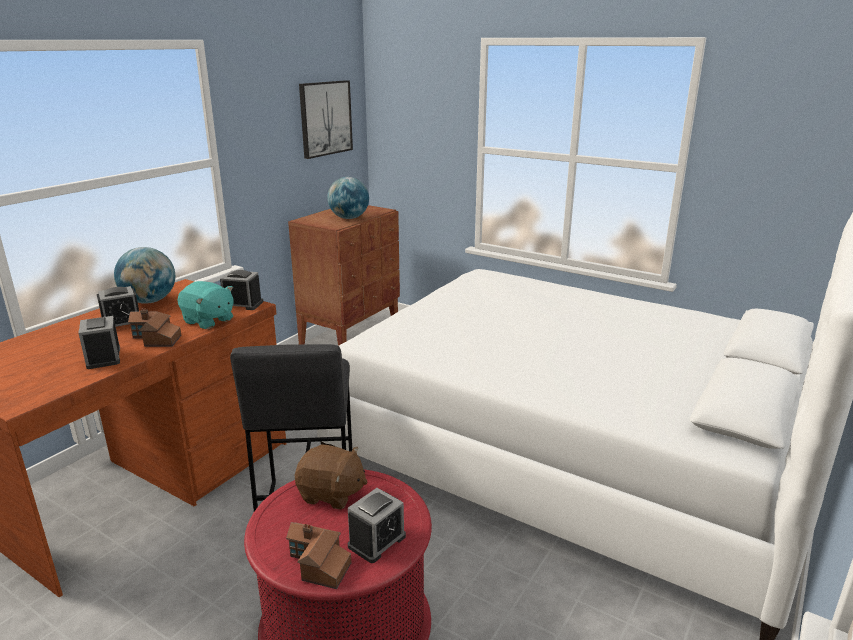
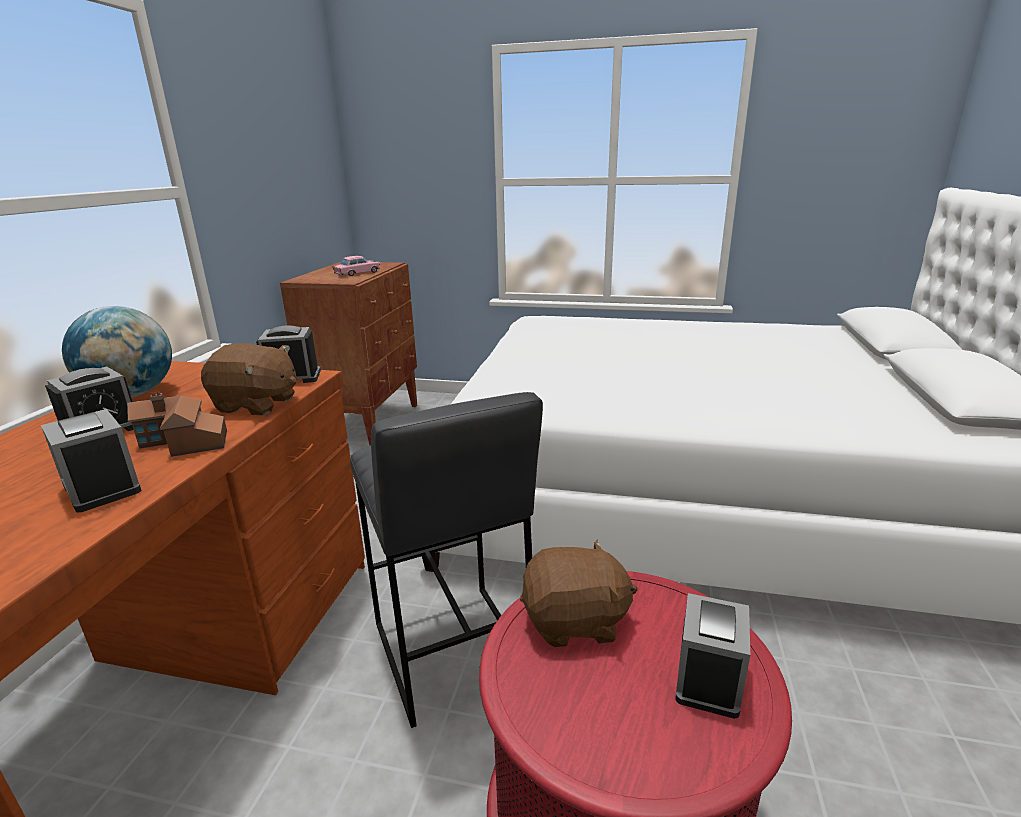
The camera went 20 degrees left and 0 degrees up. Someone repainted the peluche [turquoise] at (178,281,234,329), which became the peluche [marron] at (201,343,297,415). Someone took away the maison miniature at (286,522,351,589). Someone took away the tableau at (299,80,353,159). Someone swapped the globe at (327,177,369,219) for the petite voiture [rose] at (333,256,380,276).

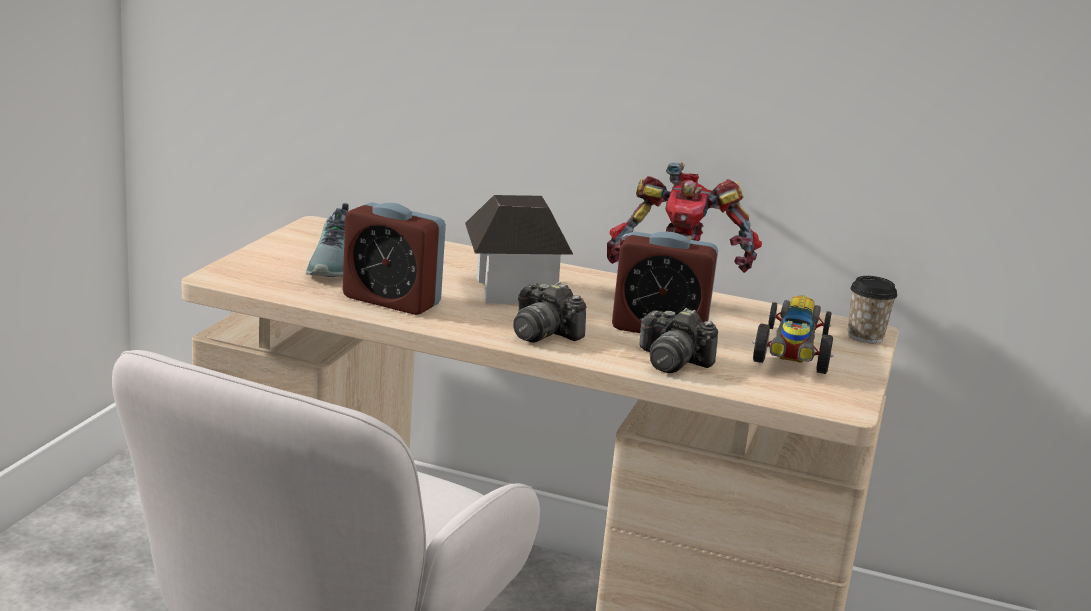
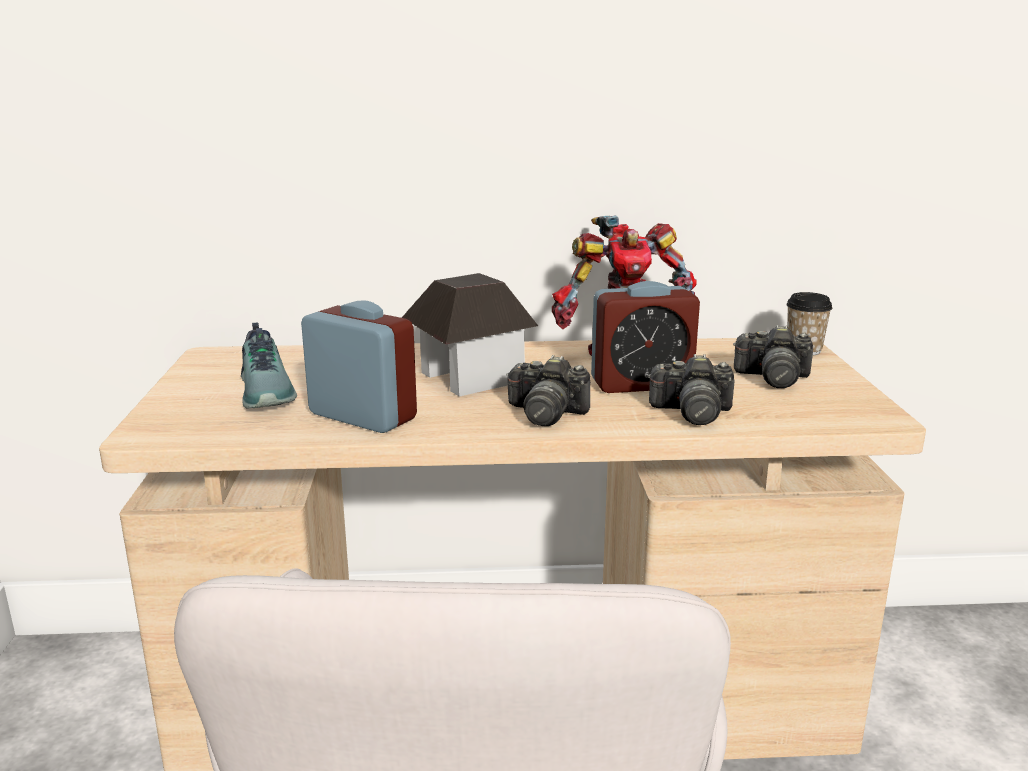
The camera went 20 degrees left and 0 degrees up. Someone rotated the réveil at (343,202,446,315) by 150 degrees counterclockwise. Someone swapped the petite voiture at (753,295,834,374) for the appareil photo at (733,325,813,388).

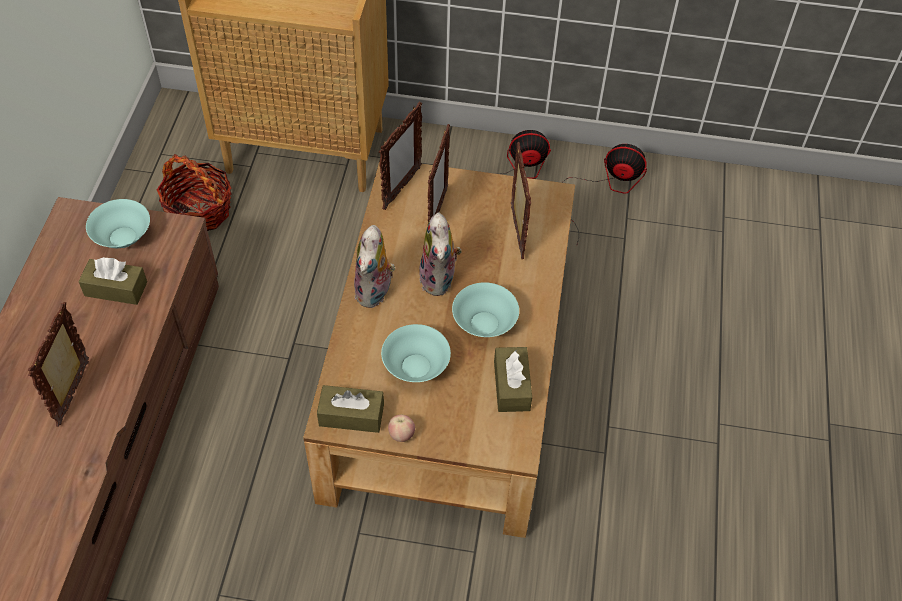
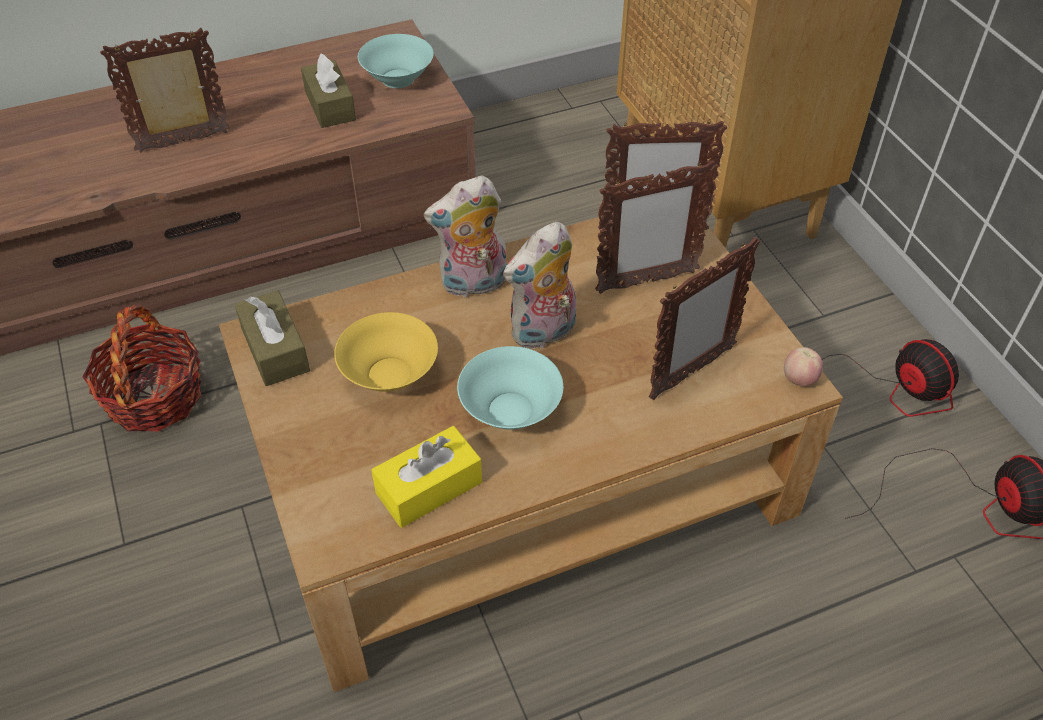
The camera went 60 degrees right and 5 degrees down. Someone carried the panier from (157,154,232,231) to (82,305,202,432). Someone repainted the bol [turquoise] at (381,324,451,382), which became the bol [jaune] at (334,312,438,392). Someone carried the pomme from (388,415,415,442) to (784,347,823,386). Someone repainted the boîte à mouchoirs [marron] at (494,347,532,412), which became the boîte à mouchoirs [jaune] at (371,426,482,528).

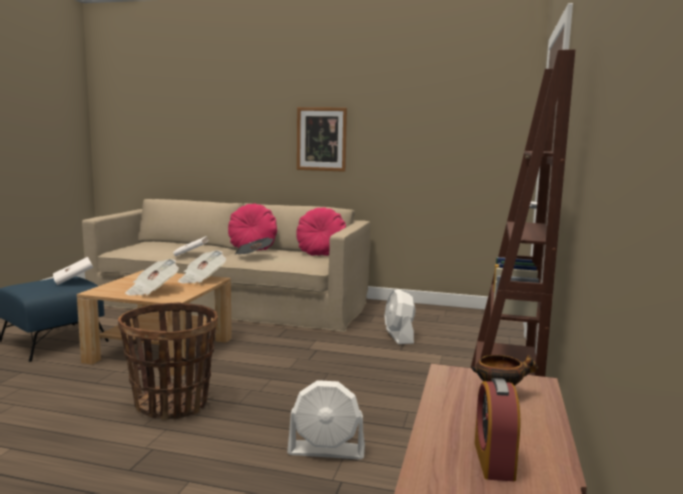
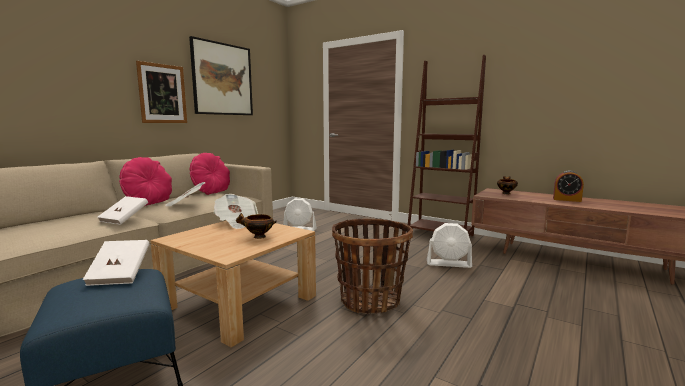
The camera went 70 degrees left and 0 degrees up. Someone swapped the journal at (125,259,179,295) for the bol at (236,213,277,239). Someone rotated the ventilateur [blanc] at (287,380,365,459) by 75 degrees clockwise. Someone put up the tableau at (189,36,253,115).

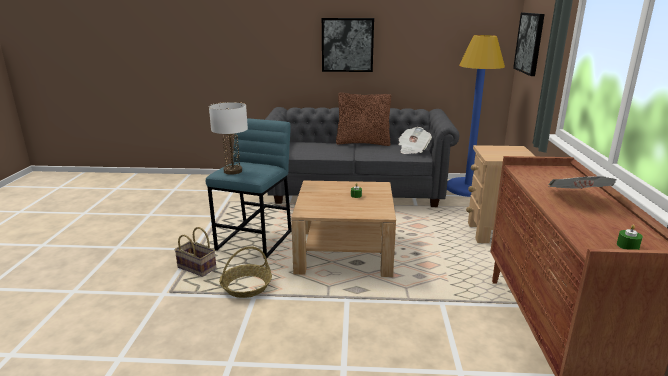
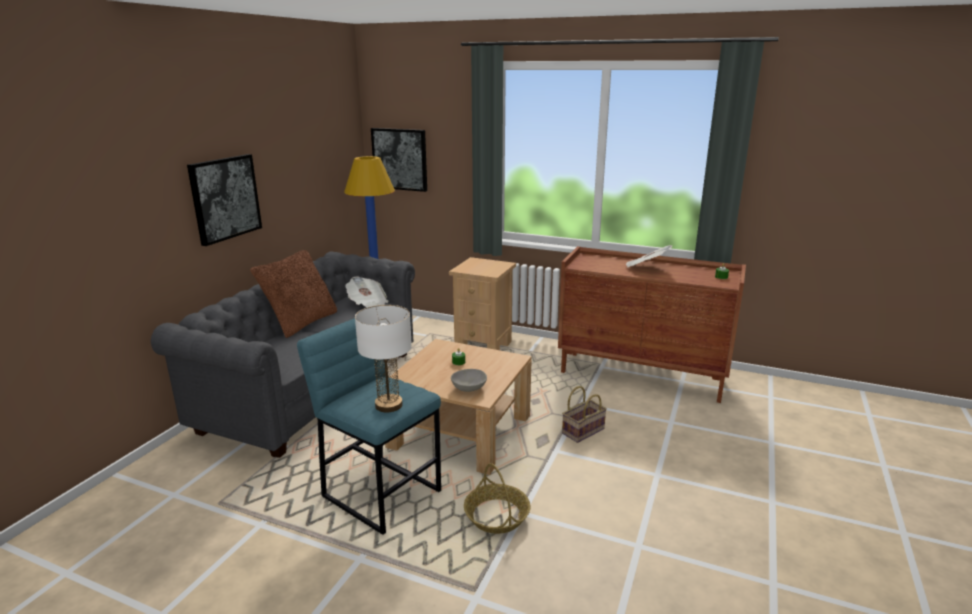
The camera went 70 degrees left and 0 degrees up. Someone carried the panier from (174,227,217,277) to (562,386,607,443). Someone put down the bol [gris] at (451,369,487,392).

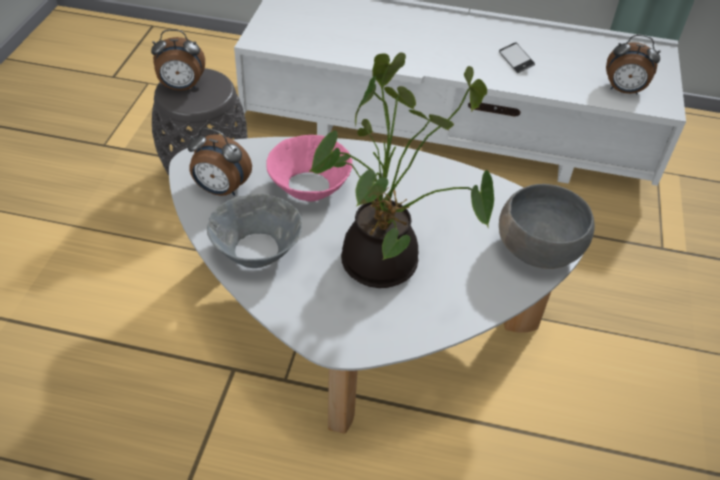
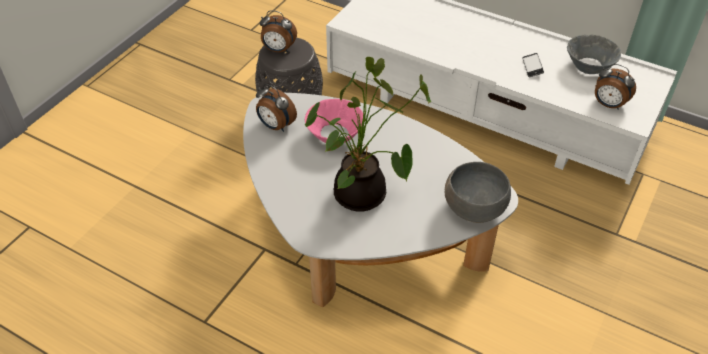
The camera went 20 degrees right and 0 degrees up. Someone carried the bol [gris] from (207,194,302,268) to (567,34,621,74).

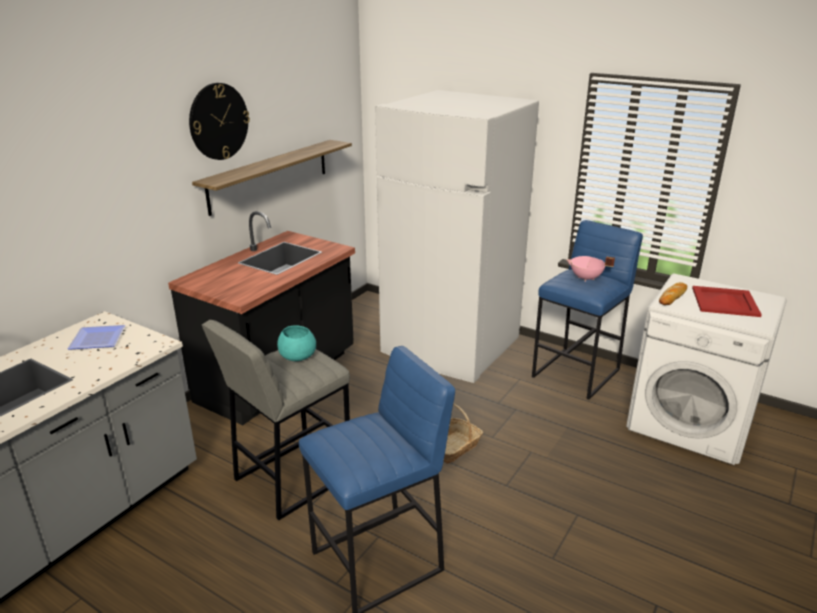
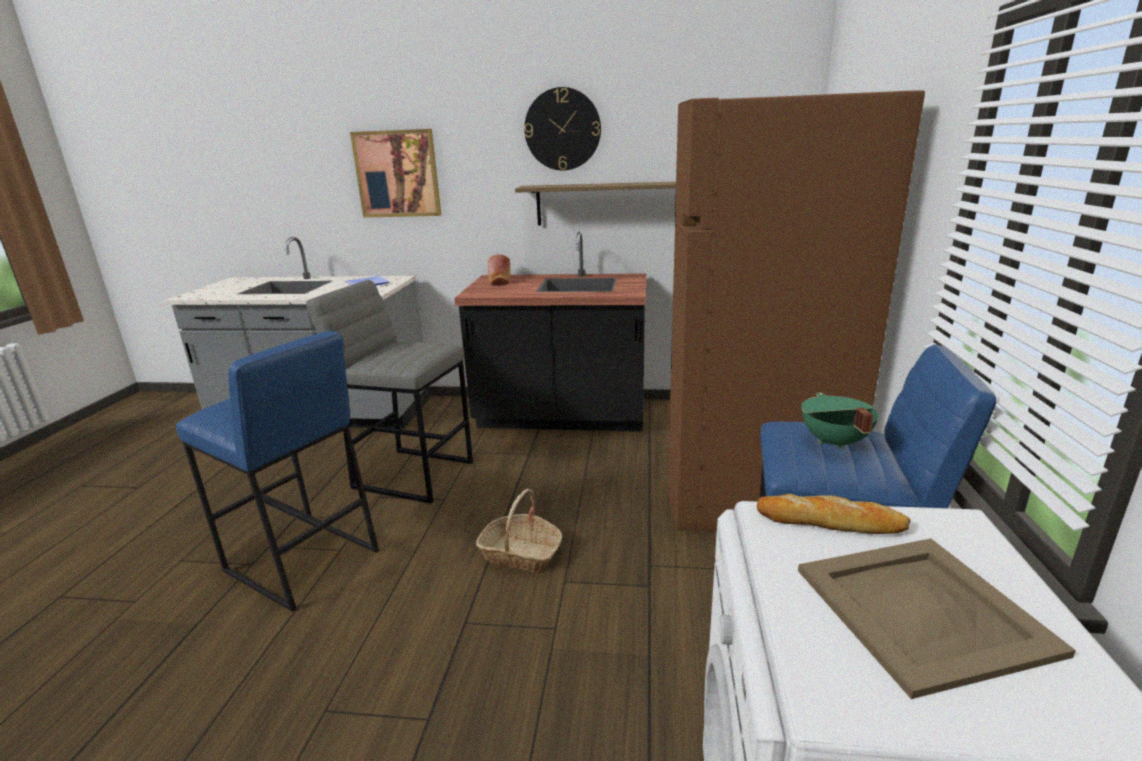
The camera went 65 degrees right and 5 degrees down. Someone took away the bol [turquoise] at (277,325,316,361). Someone repainted the réfrigérateur [blanc] at (375,90,539,383), which became the réfrigérateur [marron] at (668,90,925,531). Someone repainted the marmite [rose] at (567,256,615,282), which became the marmite [vert] at (801,392,878,450). Someone repainted the plateau [rouge] at (692,286,762,317), which became the plateau [beige] at (798,539,1076,699). Someone put up the tableau at (350,129,441,218). Someone put down the pain at (488,254,511,285).

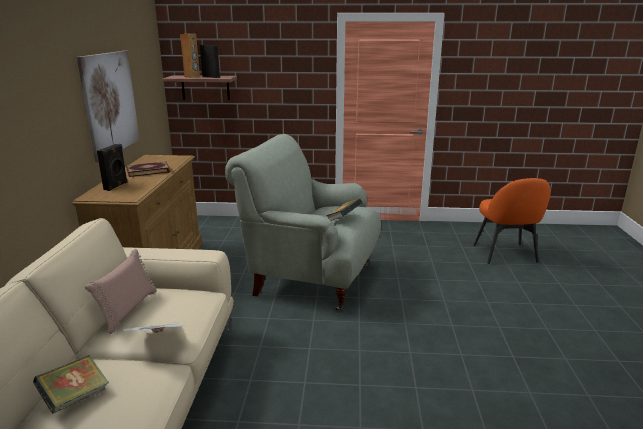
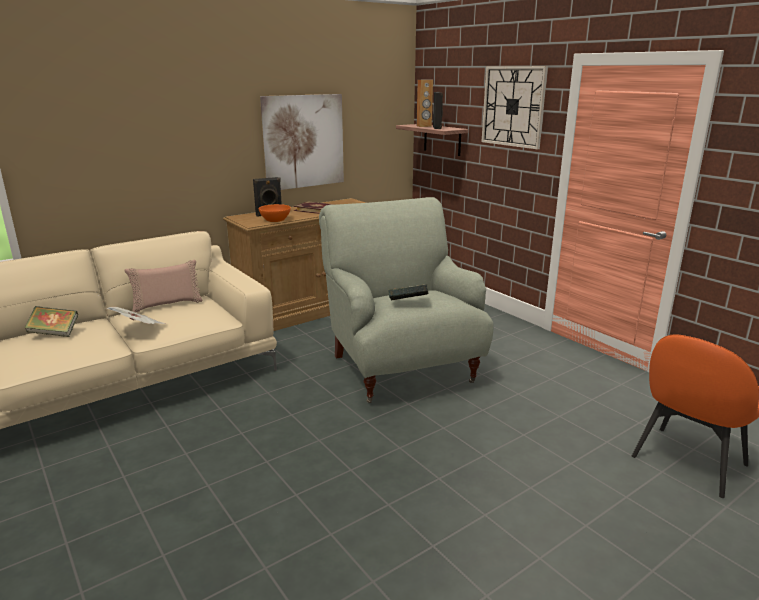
The camera went 50 degrees right and 0 degrees up. Someone put down the bol [orange] at (259,204,291,222). Someone put up the horloge murale at (481,66,548,149).

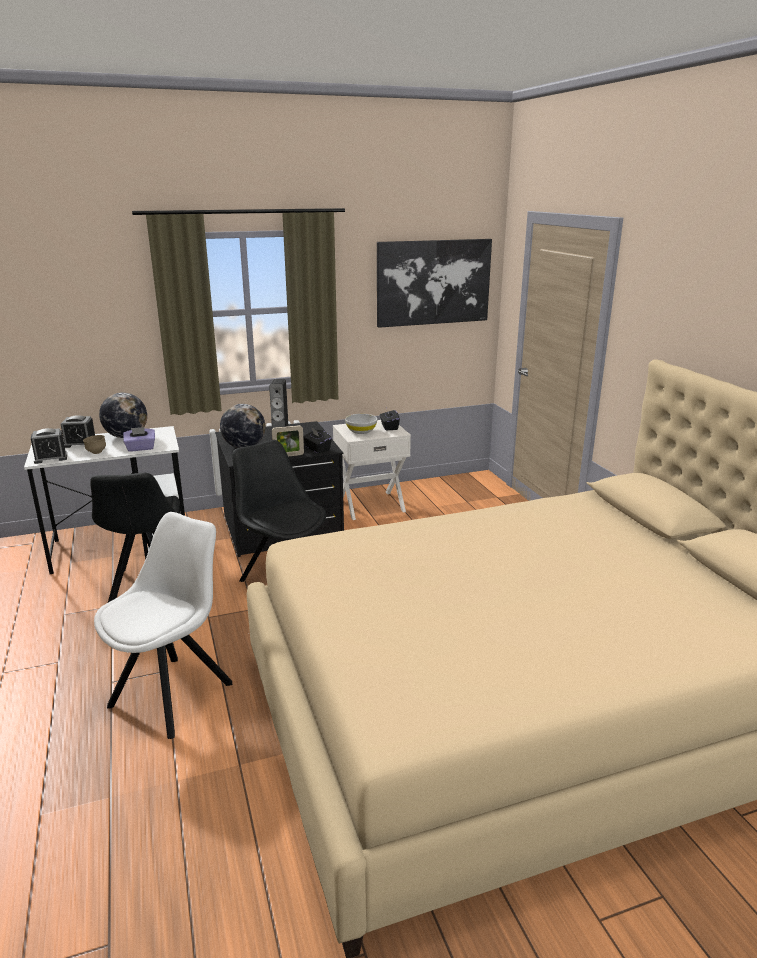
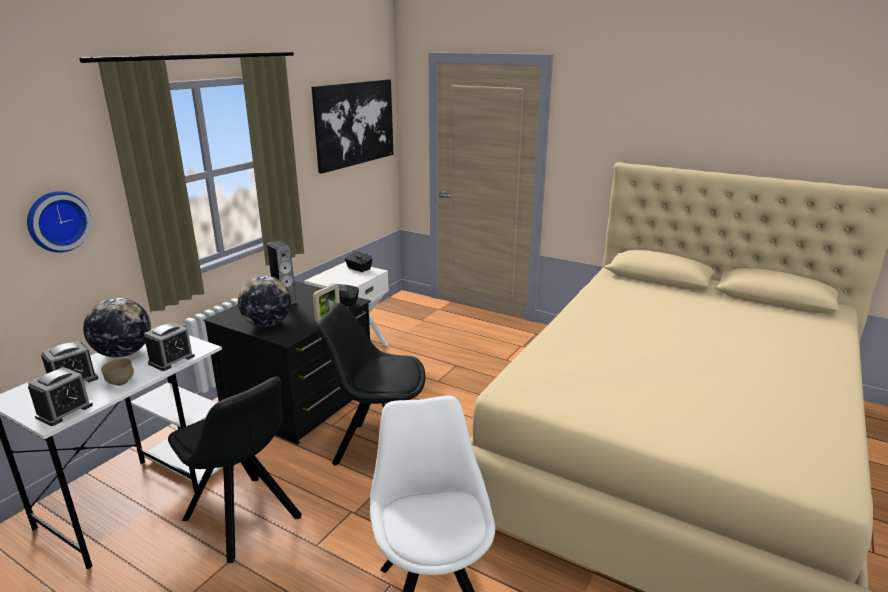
The camera went 40 degrees left and 0 degrees up. Someone swapped the boîte à mouchoirs [violet] at (123,427,155,452) for the réveil at (144,322,195,371). Someone took away the bol [blanc] at (345,414,377,434). Someone put up the horloge murale at (27,191,92,253).

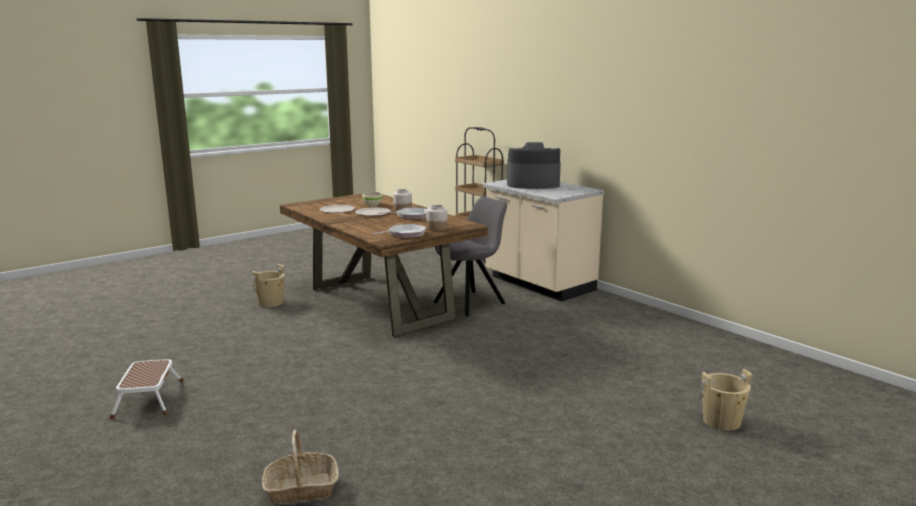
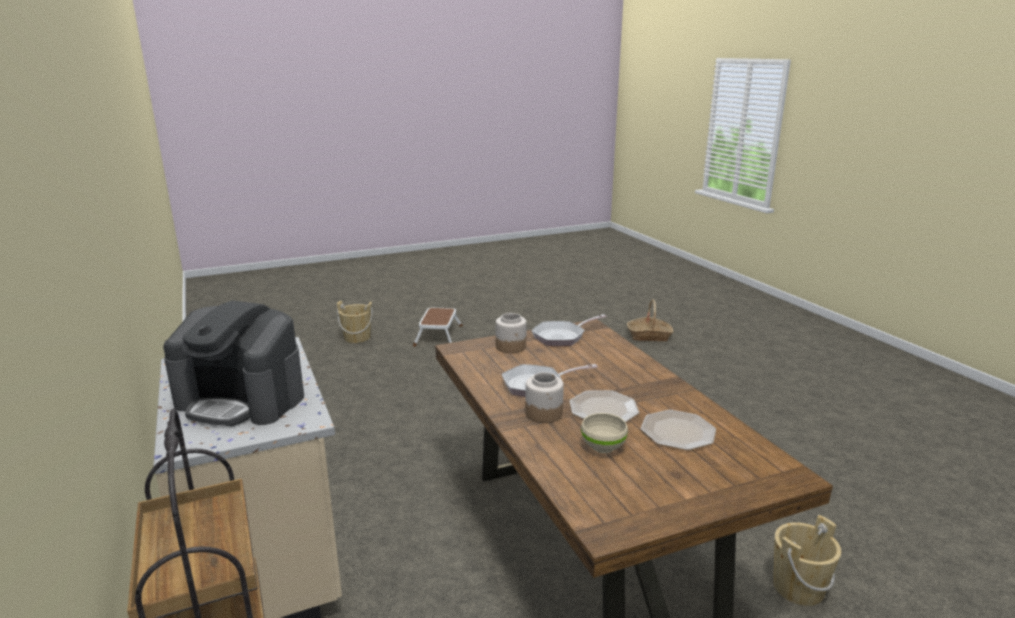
The camera went 165 degrees left and 5 degrees up. Someone carried the escabeau [marron] from (109,359,184,420) to (413,308,463,347). Someone took away the chaise [gris] at (434,196,507,317).

